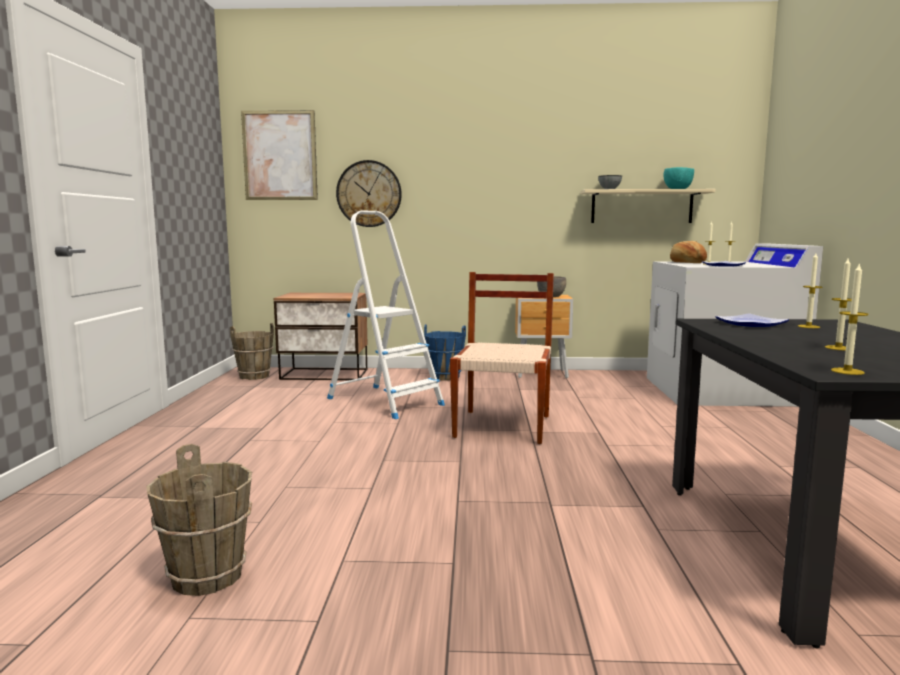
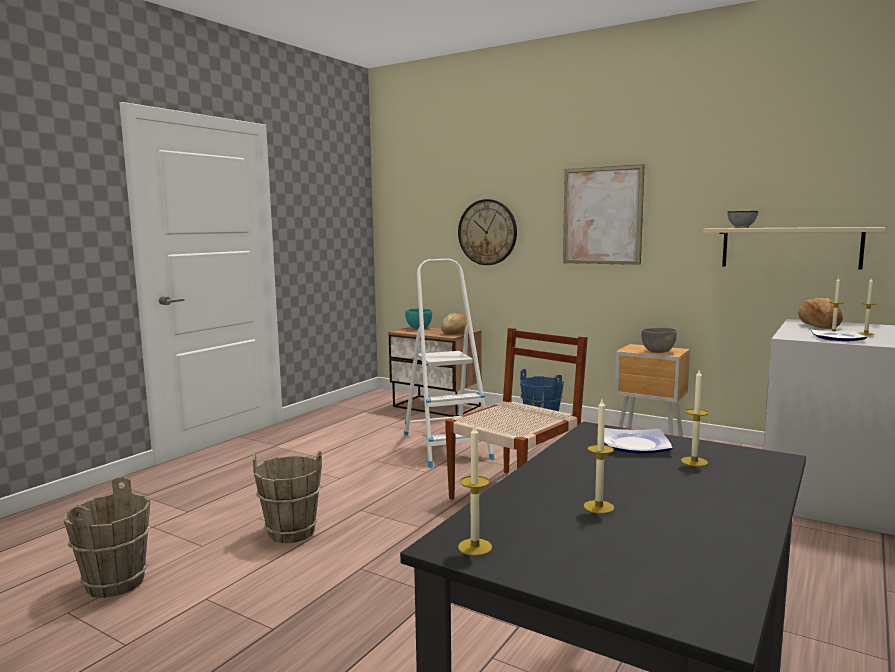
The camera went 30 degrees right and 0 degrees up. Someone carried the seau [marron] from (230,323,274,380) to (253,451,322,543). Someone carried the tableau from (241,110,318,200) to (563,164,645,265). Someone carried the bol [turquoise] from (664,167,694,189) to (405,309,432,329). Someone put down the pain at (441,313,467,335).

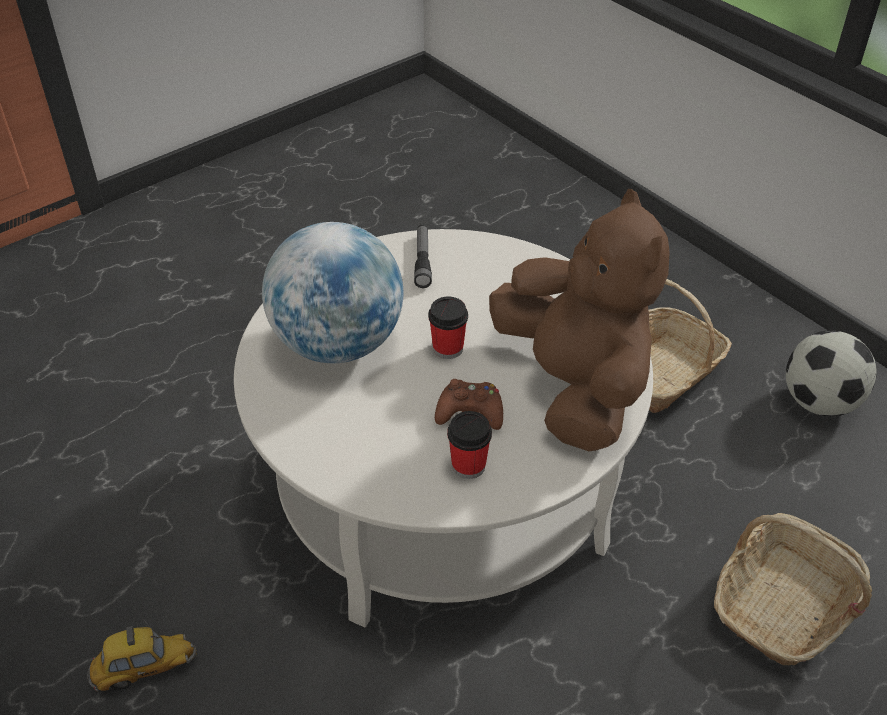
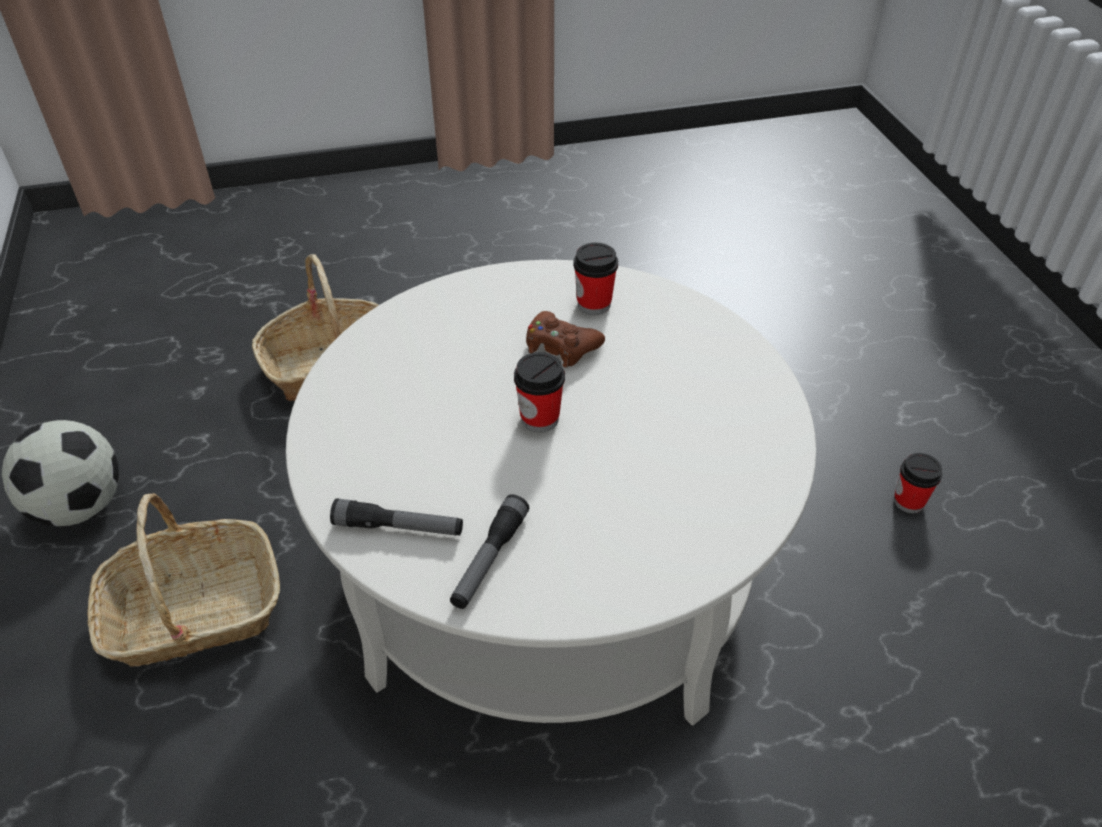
The camera went 155 degrees left and 0 degrees up. Someone swapped the petite voiture at (87,619,197,692) for the tasse at (894,453,942,513). Someone took away the globe at (262,222,403,363). Someone took away the peluche [marron] at (489,189,670,451). Someone put down the lampe de poche at (330,498,463,535).

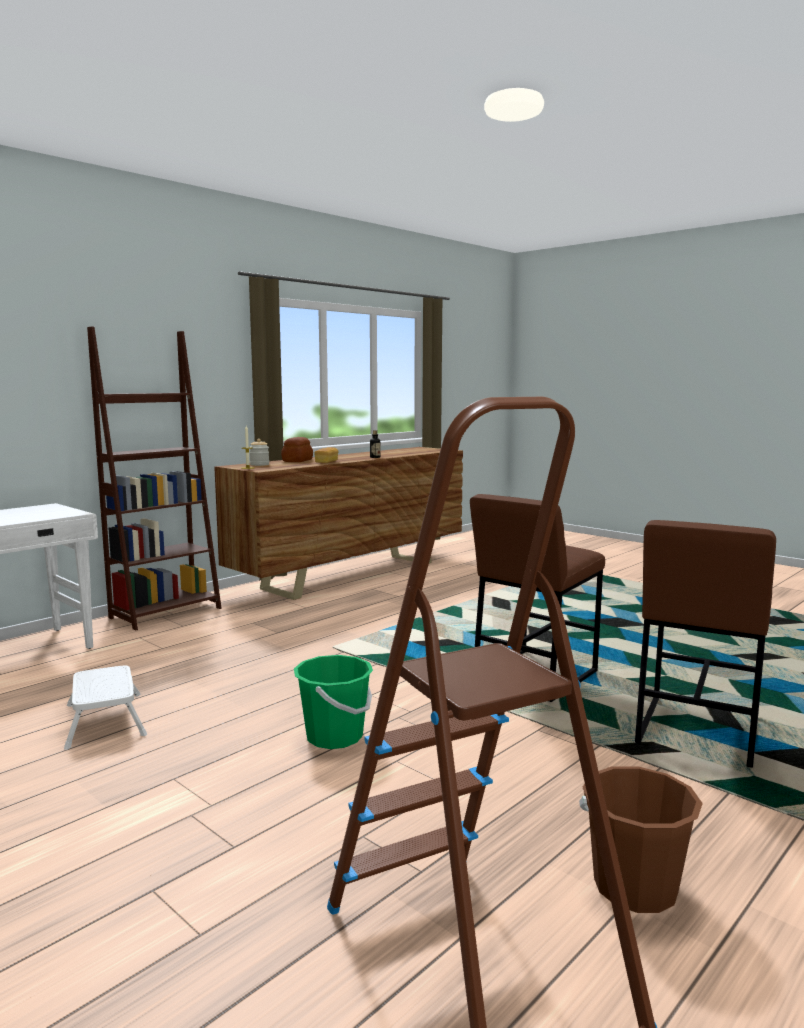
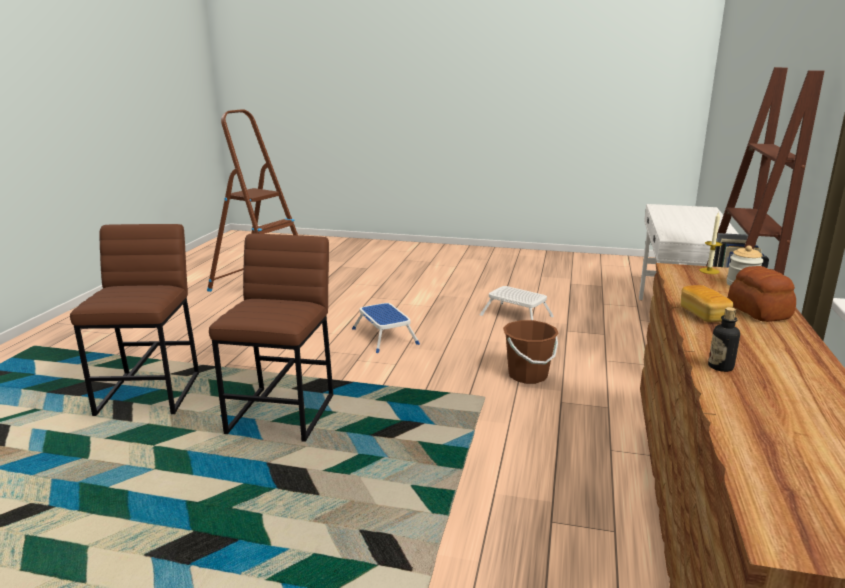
The camera went 150 degrees right and 10 degrees up. Someone swapped the seau [vert] at (294,655,373,749) for the escabeau [bleu] at (352,303,420,353). Someone carried the seau [marron] from (579,767,703,913) to (503,320,559,384).

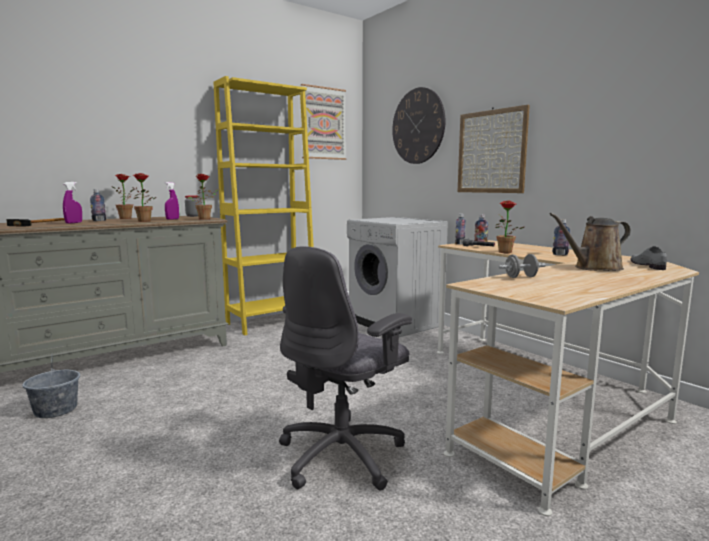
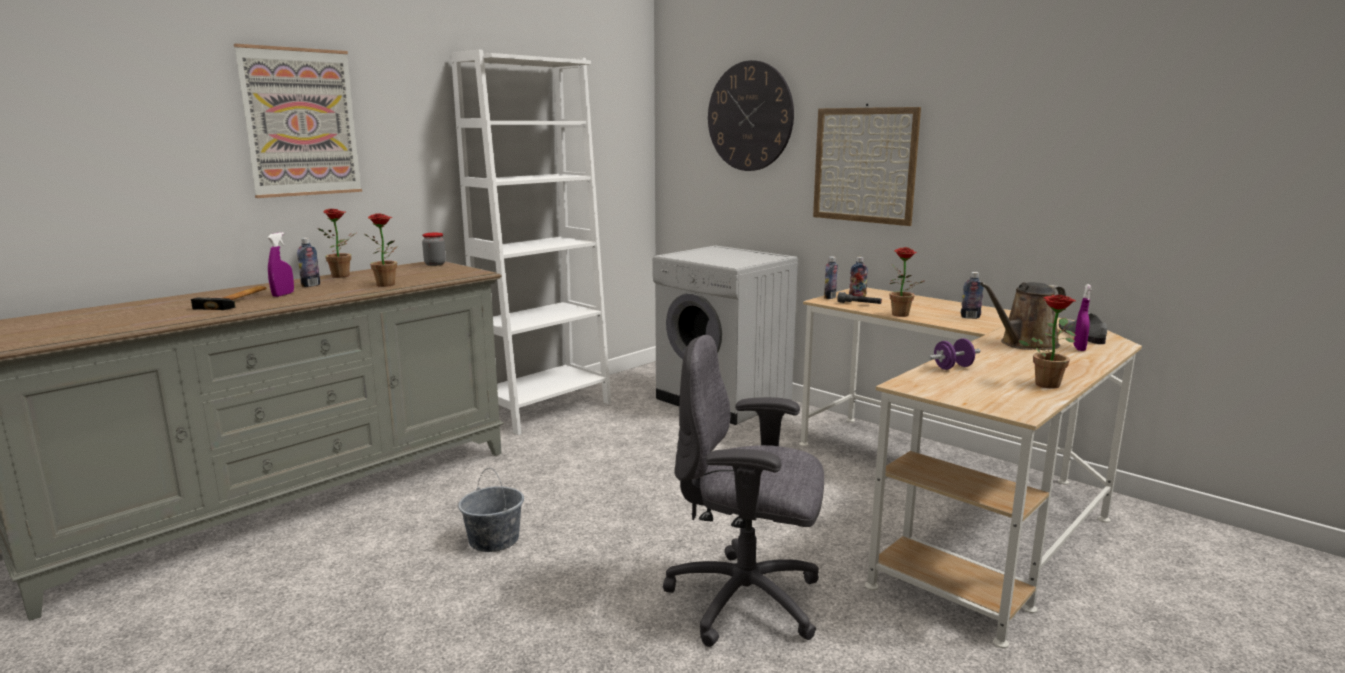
The camera went 10 degrees left and 5 degrees up. Someone carried the seau [gris] from (22,358,80,418) to (458,468,524,552). Someone carried the vaporisateur [violet] from (165,182,179,220) to (1074,284,1092,351). Someone carried the plante en pot from (188,174,220,220) to (1018,295,1076,389). Someone repainted the bibliothèque [jaune] at (214,76,314,335), which became the bibliothèque [blanc] at (451,50,611,435). Someone rotated the chaise de bureau [gris] at (279,246,412,490) by 75 degrees clockwise. Someone carried the tableau from (301,84,346,160) to (234,44,362,198). Someone repainted the haltère [gris] at (498,254,546,278), which became the haltère [violet] at (928,338,981,370).

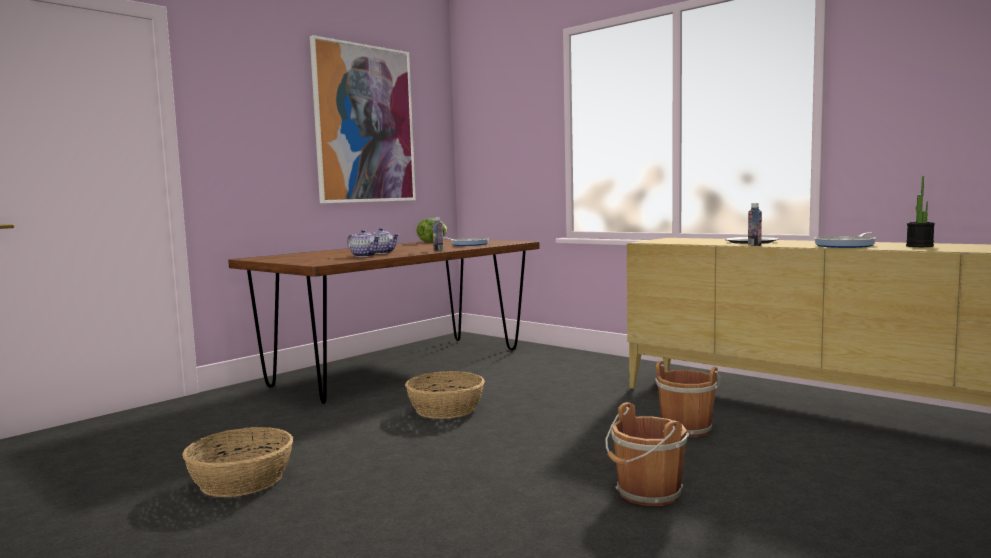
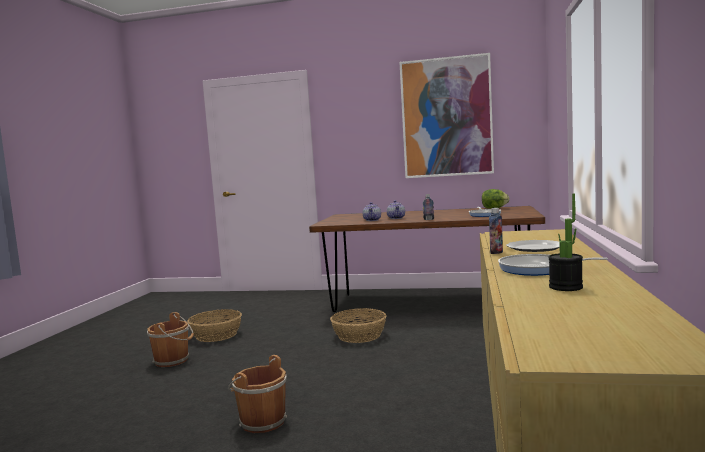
The camera went 60 degrees right and 0 degrees up. Someone carried the seau [marron] from (655,361,721,437) to (147,312,194,367).

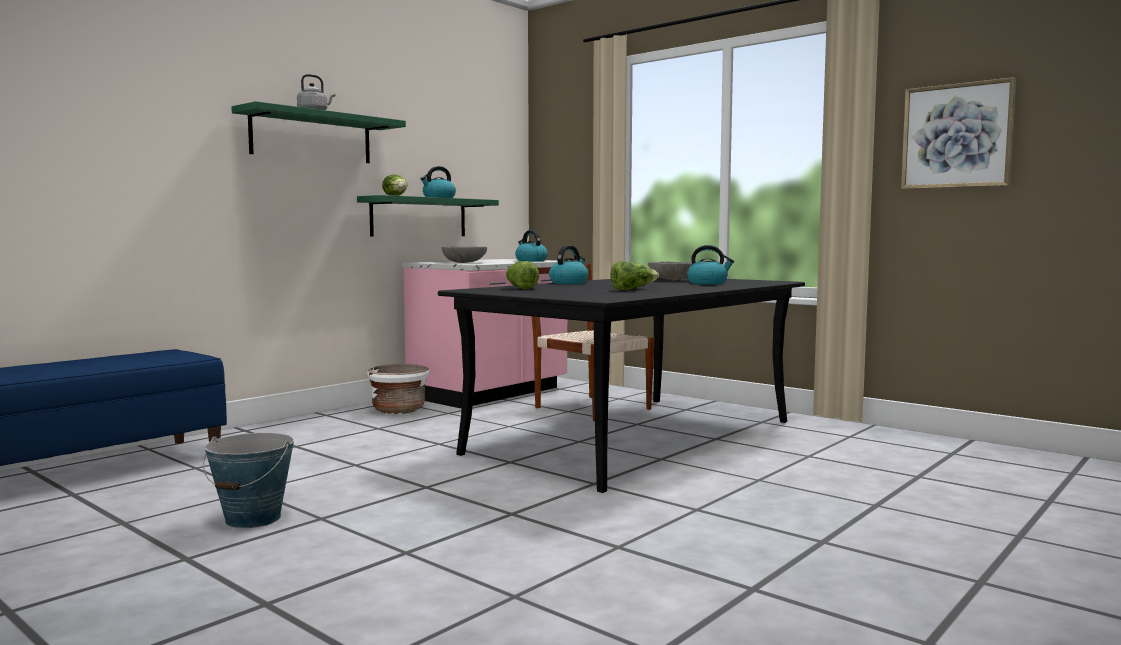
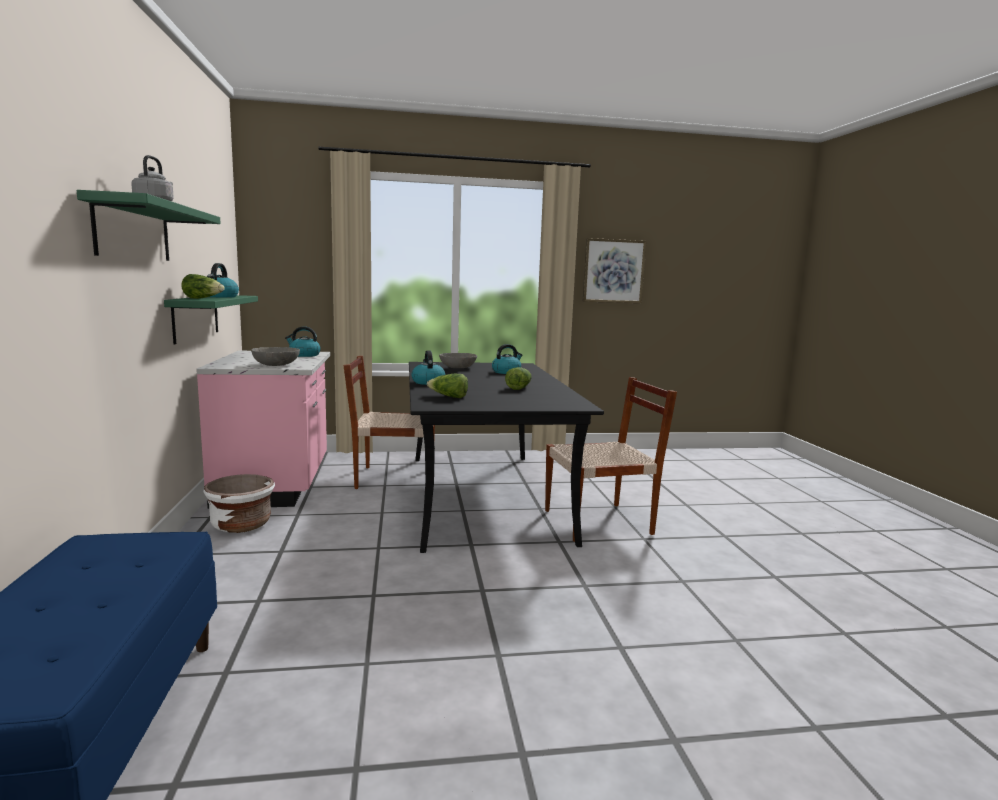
The camera went 50 degrees left and 5 degrees up. Someone took away the seau at (203,433,294,528). Someone put down the chaise at (545,377,677,542).

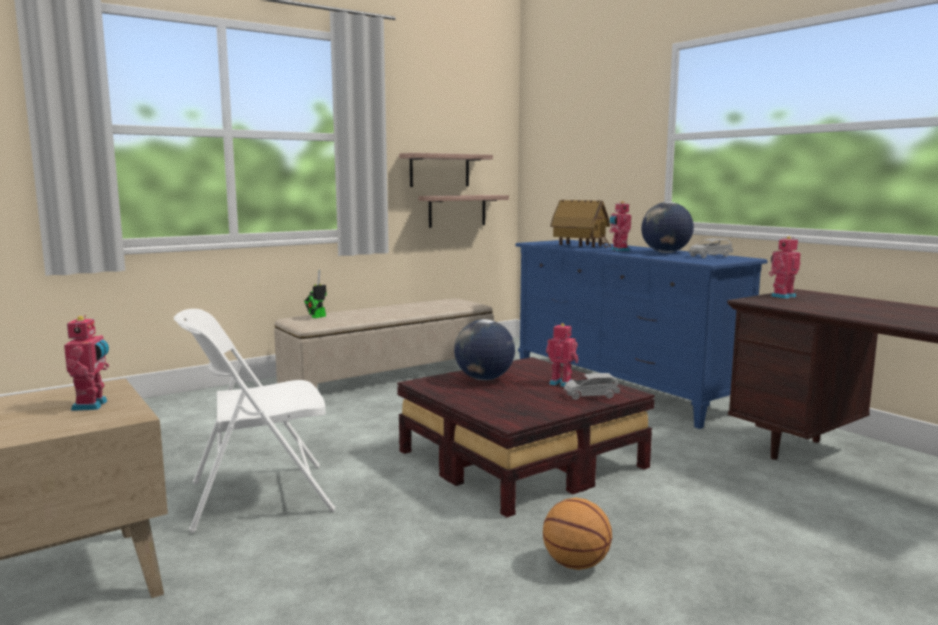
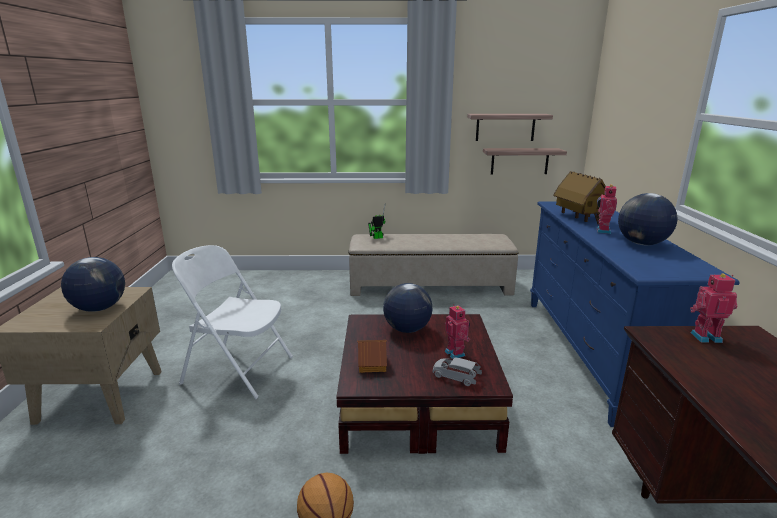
The camera went 35 degrees right and 10 degrees up. Someone swapped the robot jouet at (64,315,109,411) for the globe at (61,257,125,312). Someone took away the petite voiture [gris] at (689,238,733,258). Someone put down the maison miniature at (358,340,387,373).

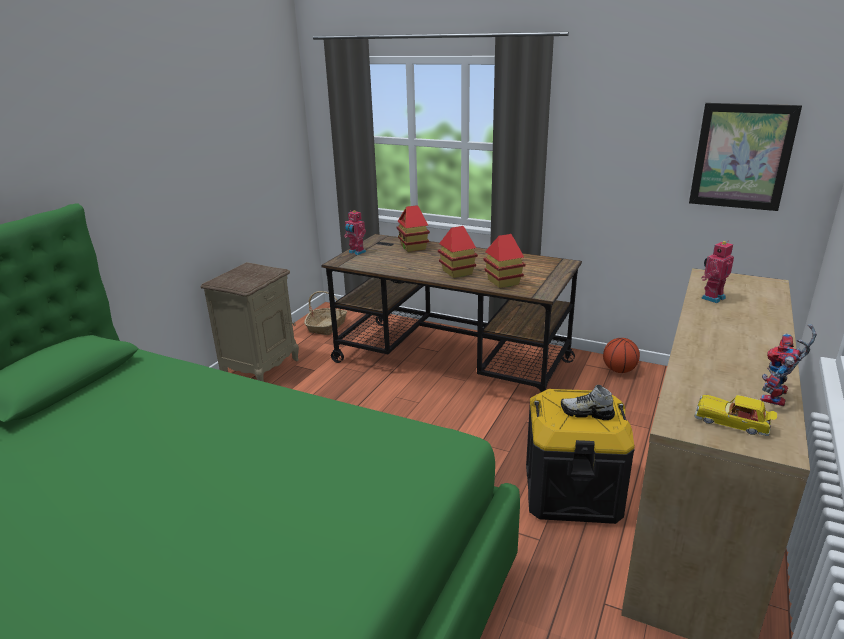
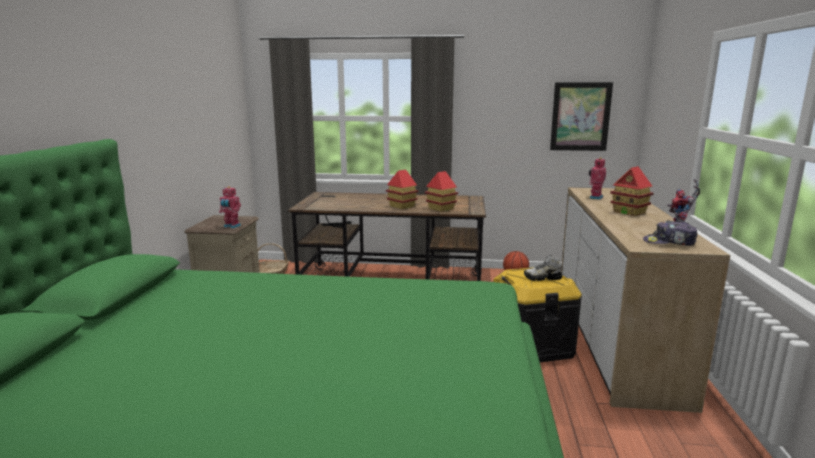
The camera went 20 degrees left and 10 degrees down. Someone carried the robot jouet from (344,210,366,255) to (219,186,241,228). Someone carried the maison miniature from (397,205,430,252) to (610,166,654,216). Someone swapped the petite voiture at (695,395,777,436) for the casquette at (643,220,697,246).

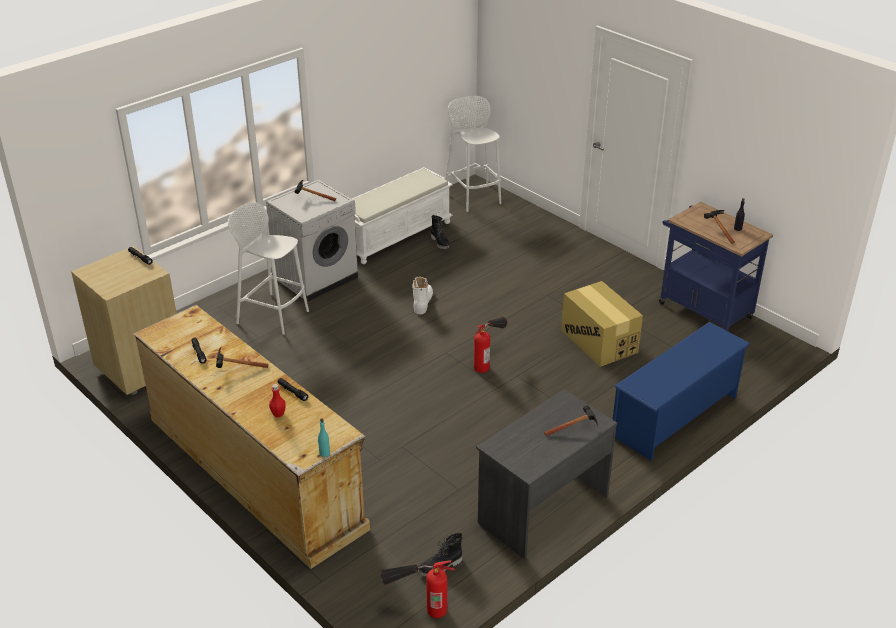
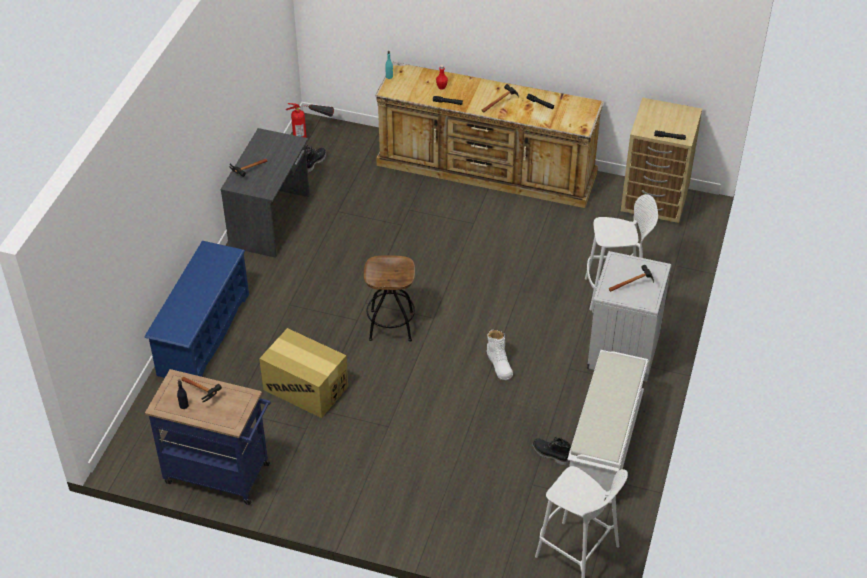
The camera went 150 degrees right and 10 degrees up. Someone swapped the extincteur at (474,317,507,373) for the tabouret [marron] at (364,255,415,342).

